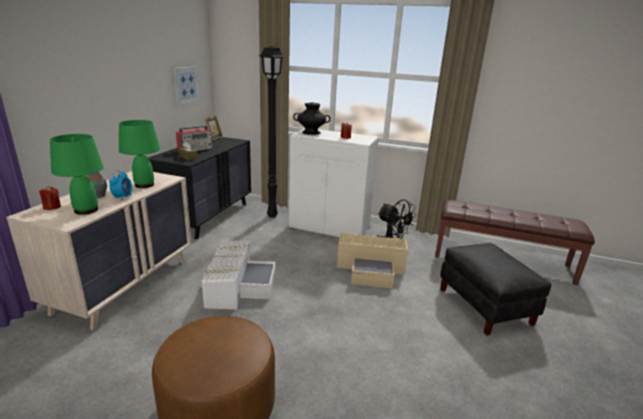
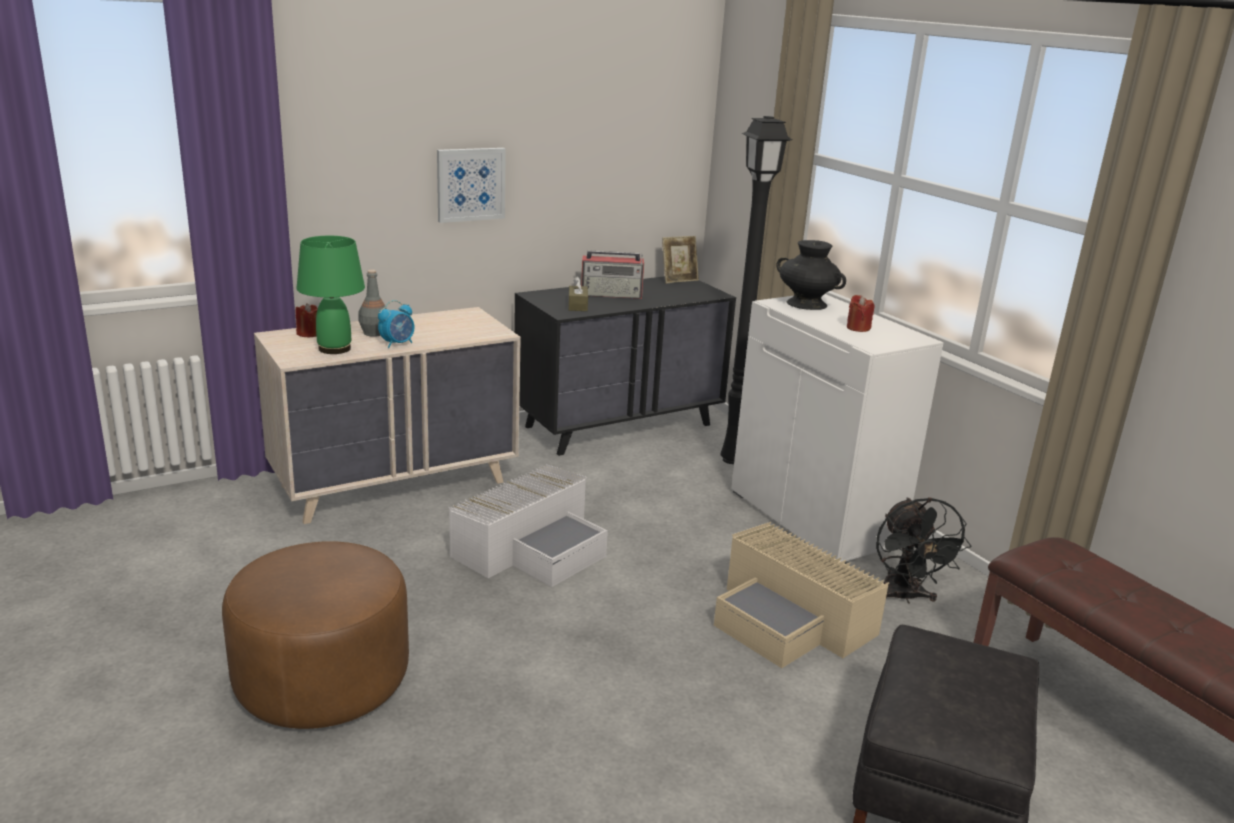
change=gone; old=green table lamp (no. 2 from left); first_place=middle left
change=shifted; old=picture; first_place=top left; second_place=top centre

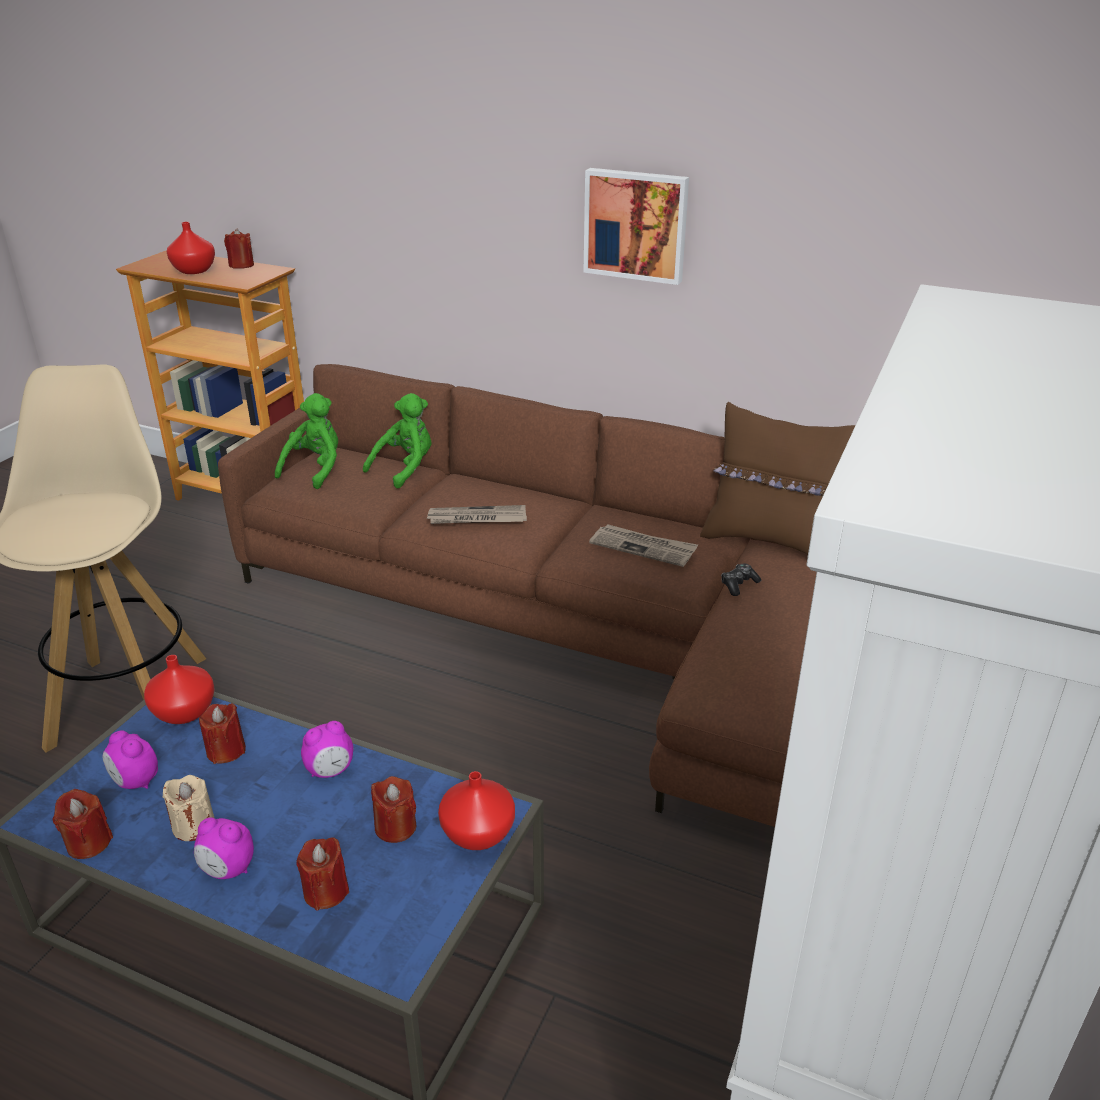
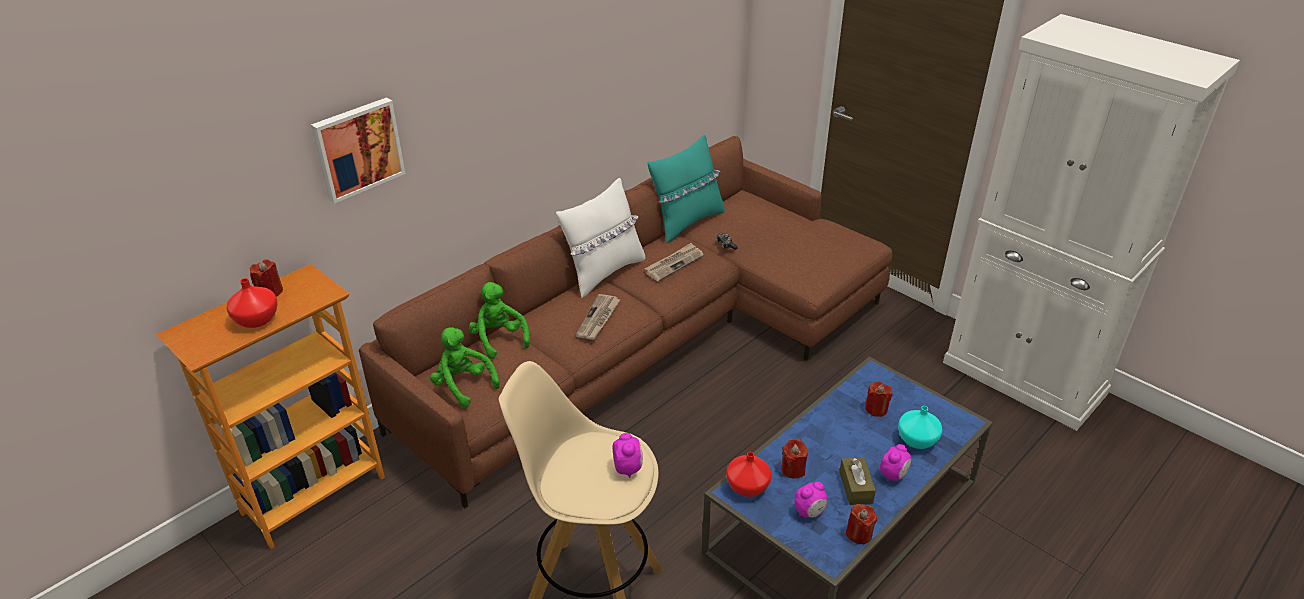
change=gone; old=red vase (no. 3 from left); first_place=bottom centre
change=new; new=white pillow; second_place=centre
change=shifted; old=alarm clock (no. 3 from left in the first image); new=alarm clock (no. 1 from left); first_place=bottom left; second_place=bottom centre
change=shifted; old=picture; first_place=top centre; second_place=top left
change=swapped; old=beige candle; new=brown tissue box; first_place=bottom left; second_place=bottom centre
change=swapped; old=red candle (no. 4 from left); new=turquoise vase; first_place=bottom left; second_place=bottom right
change=repainted; old=brown pillow; new=turquoise pillow; first_place=middle right; second_place=top centre

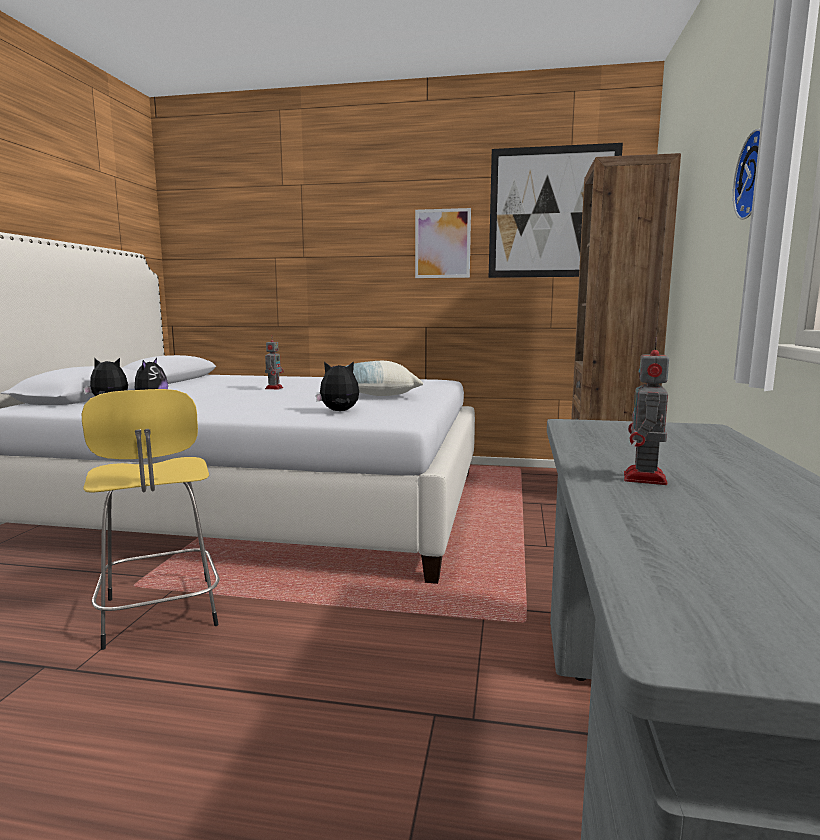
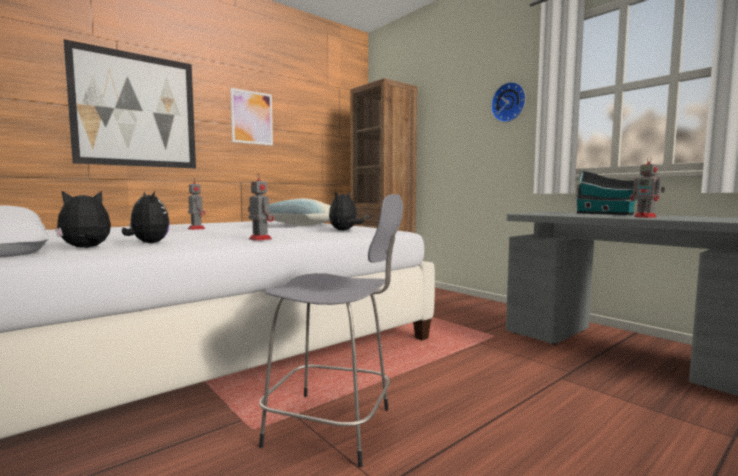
change=new; new=toy robot (no. 2 from left); second_place=centre
change=new; new=toy house; second_place=middle right
change=shifted; old=picture (no. 2 from left in the first image); new=picture (no. 1 from left); first_place=top right; second_place=top left
change=repainted; old=yellow stool; new=grey stool; first_place=middle left; second_place=bottom centre

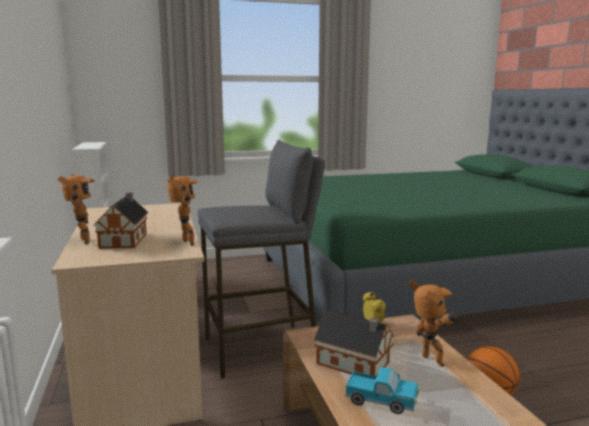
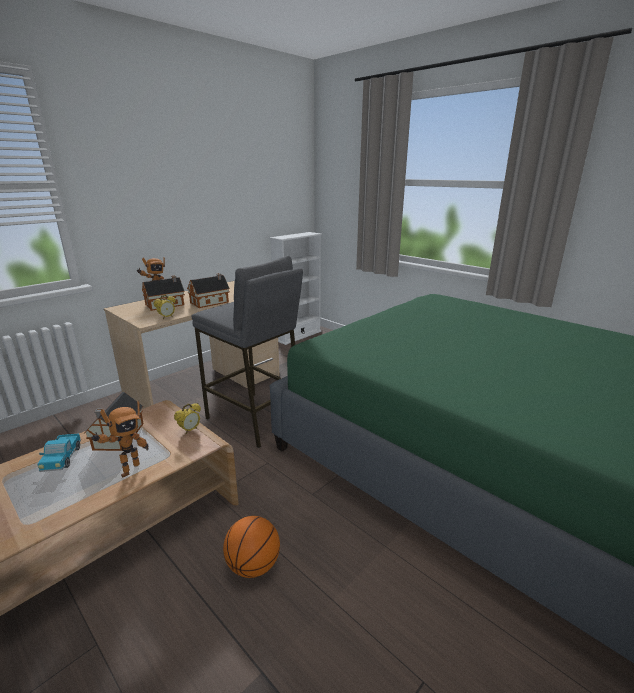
change=new; new=toy house (no. 3 from left); second_place=middle left
change=swapped; old=toy robot (no. 2 from left); new=alarm clock (no. 1 from left); first_place=middle left; second_place=middle left

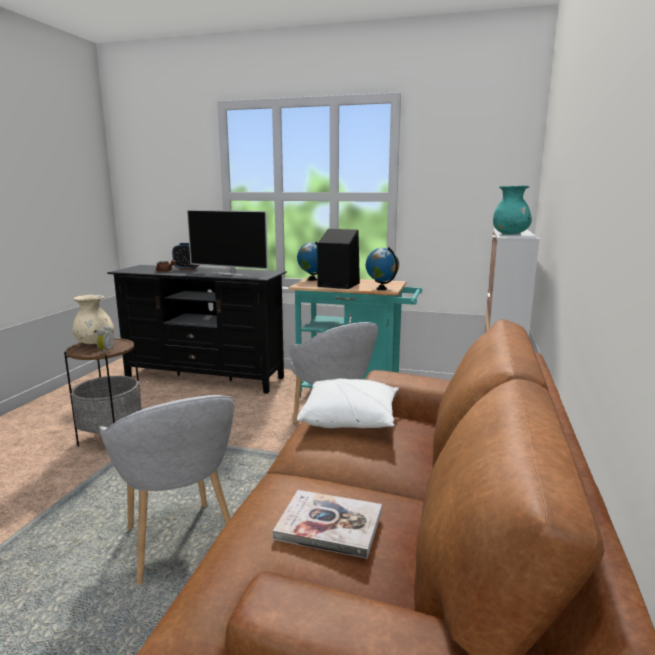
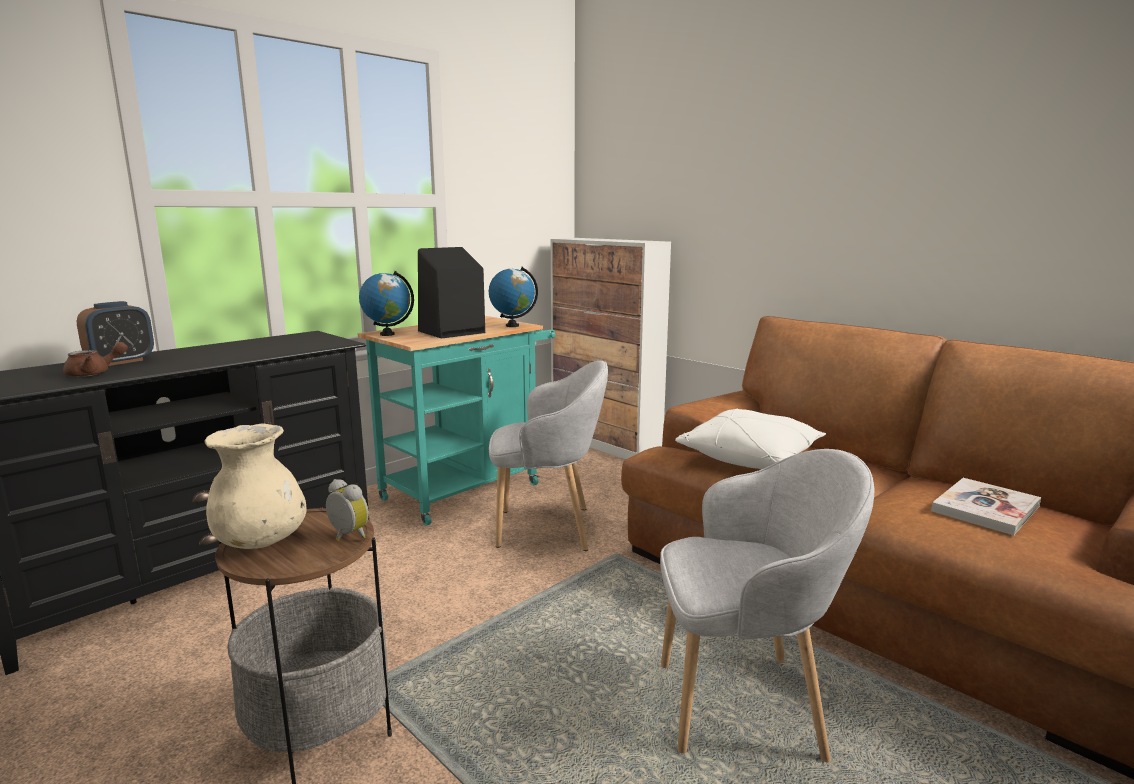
change=gone; old=television; first_place=centre
change=gone; old=turquoise vase; first_place=top right

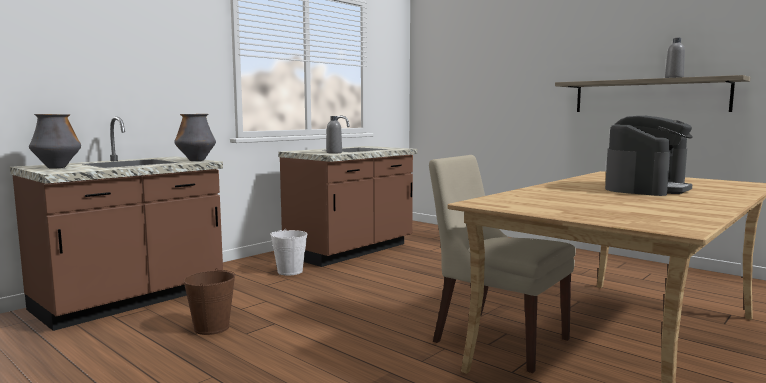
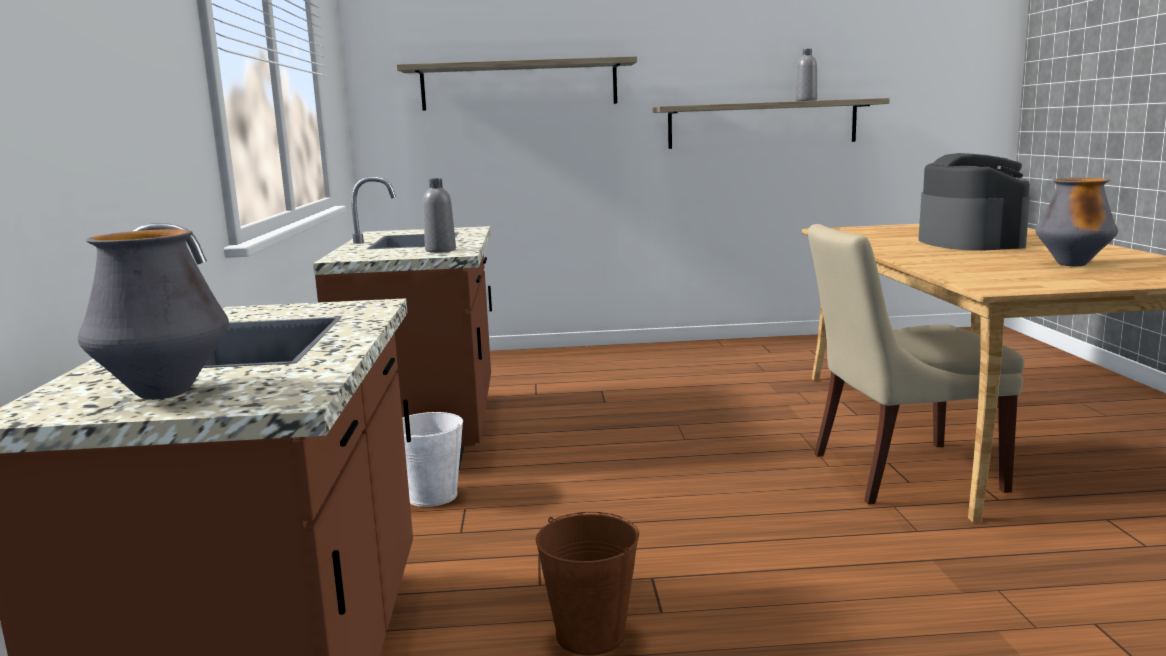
change=new; new=shelf (no. 1 from left); second_place=top centre
change=shifted; old=vase (no. 2 from left); first_place=middle left; second_place=middle right

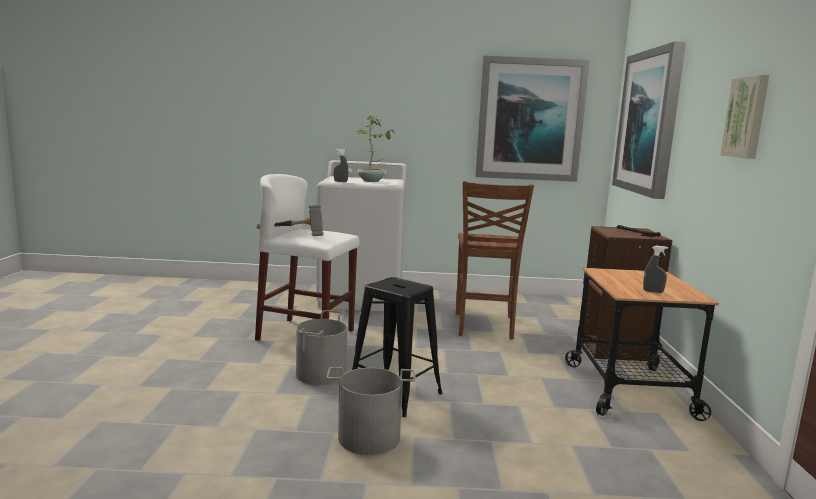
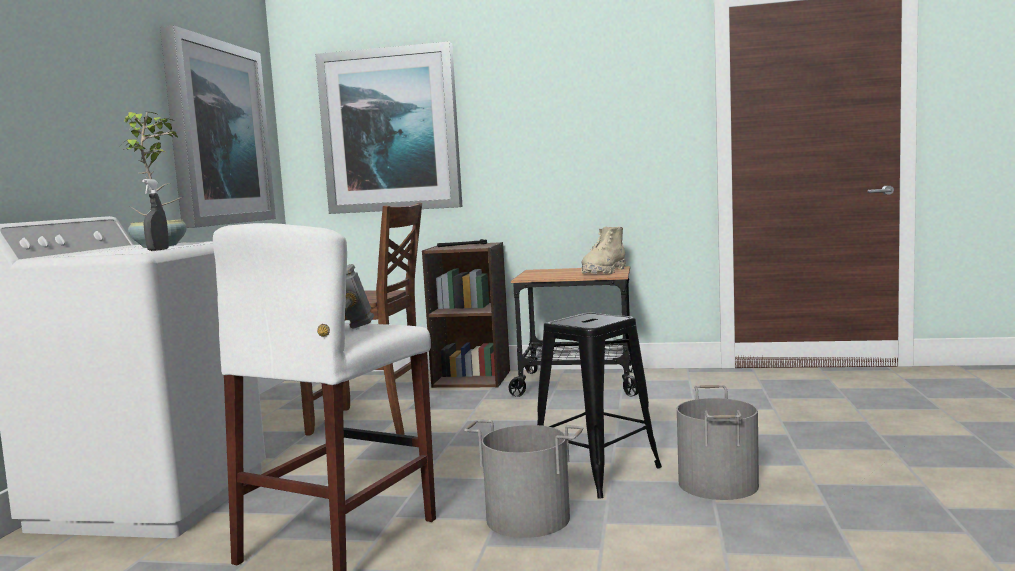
change=gone; old=picture (no. 3 from left); first_place=top right
change=swapped; old=grey spray bottle (no. 2 from left); new=beige boot; first_place=middle right; second_place=centre

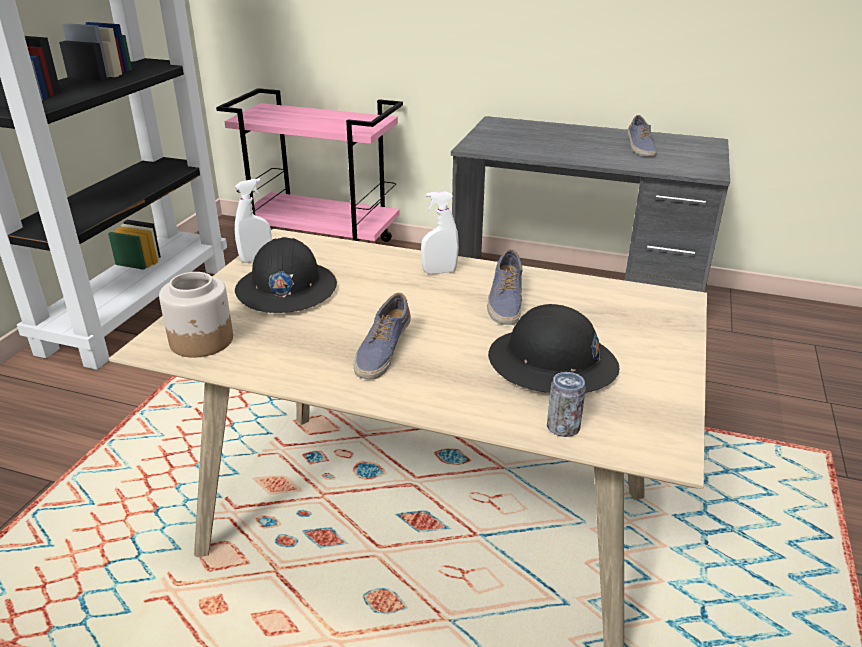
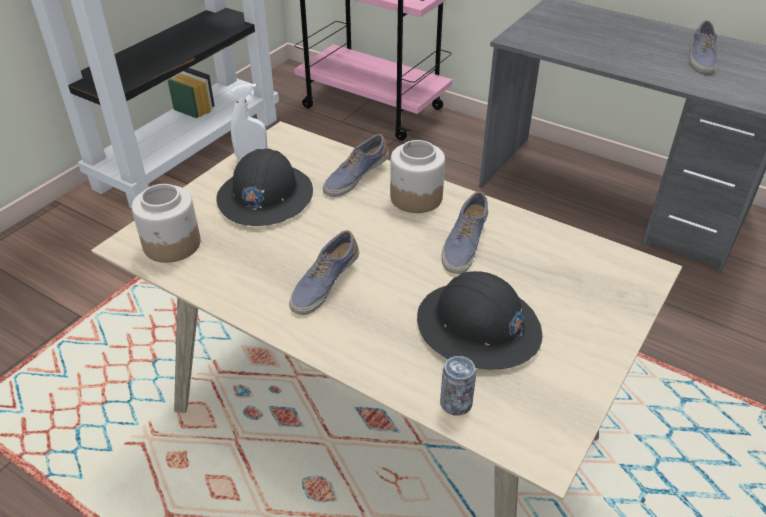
change=new; new=shoe (no. 2 from left); second_place=top centre
change=swapped; old=white spray bottle (no. 2 from left); new=jar (no. 2 from left); first_place=centre; second_place=centre

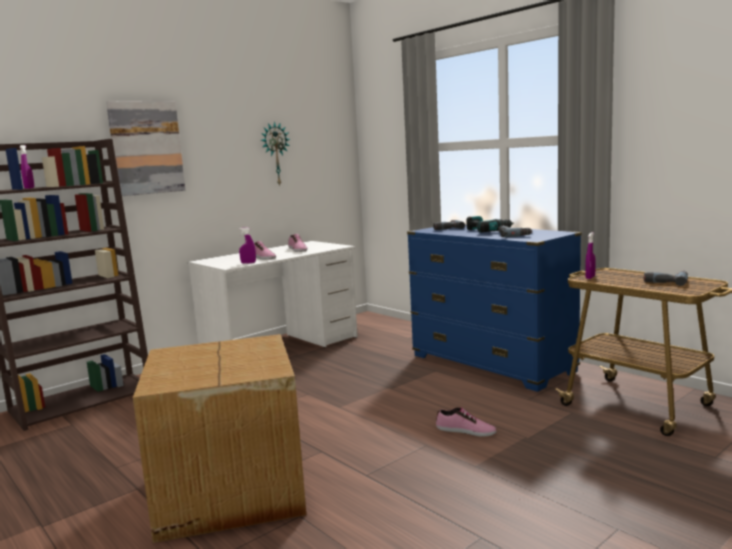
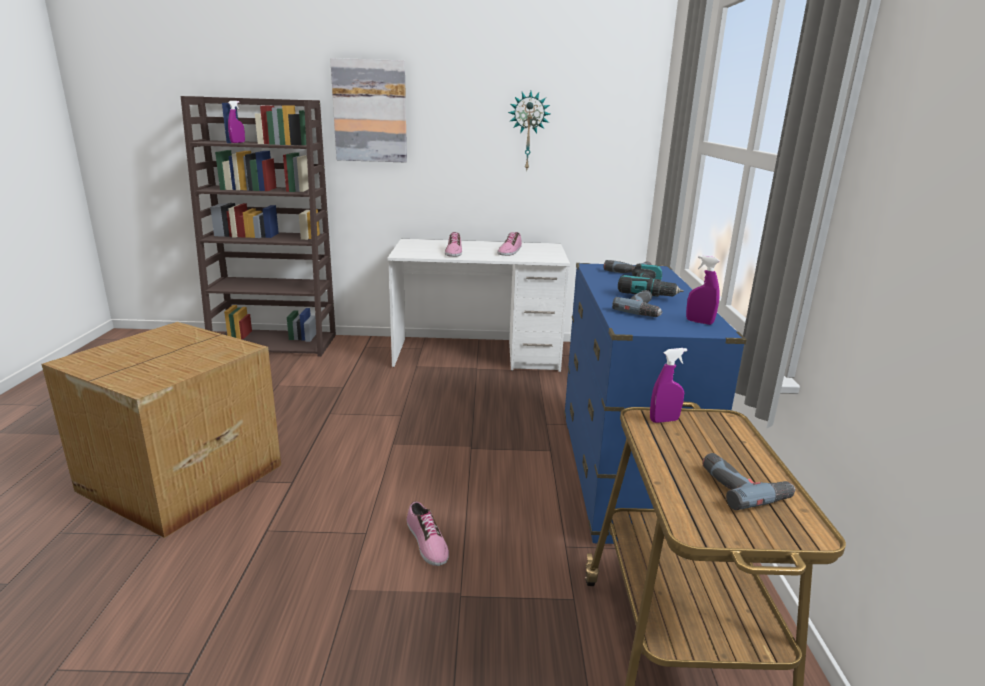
change=shifted; old=purple spray bottle (no. 2 from left in the first image); new=purple spray bottle (no. 3 from left); first_place=centre; second_place=middle right

